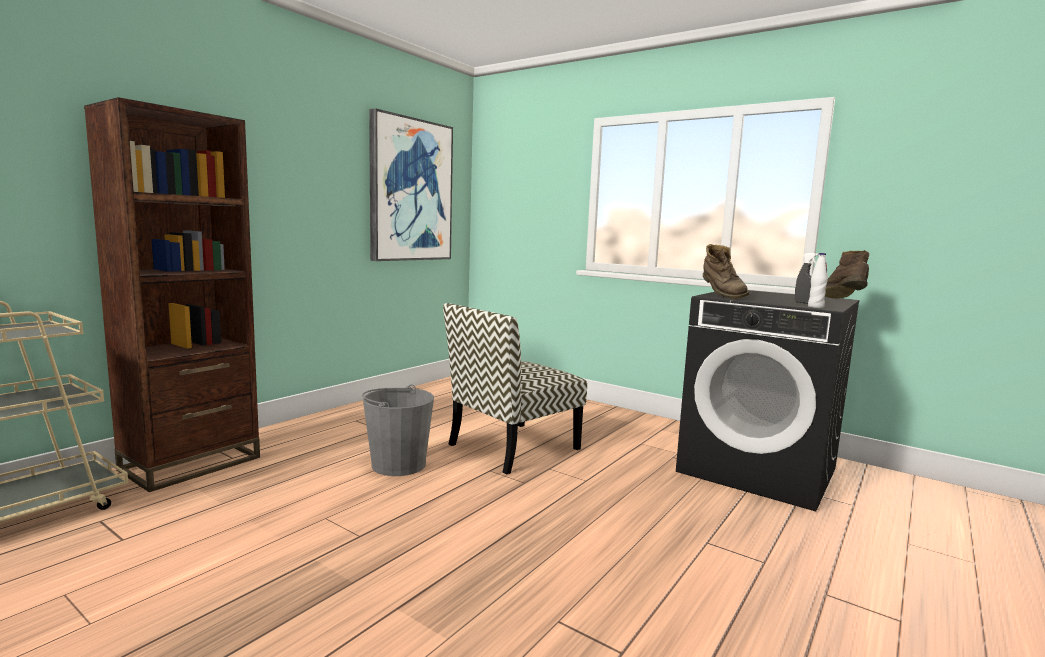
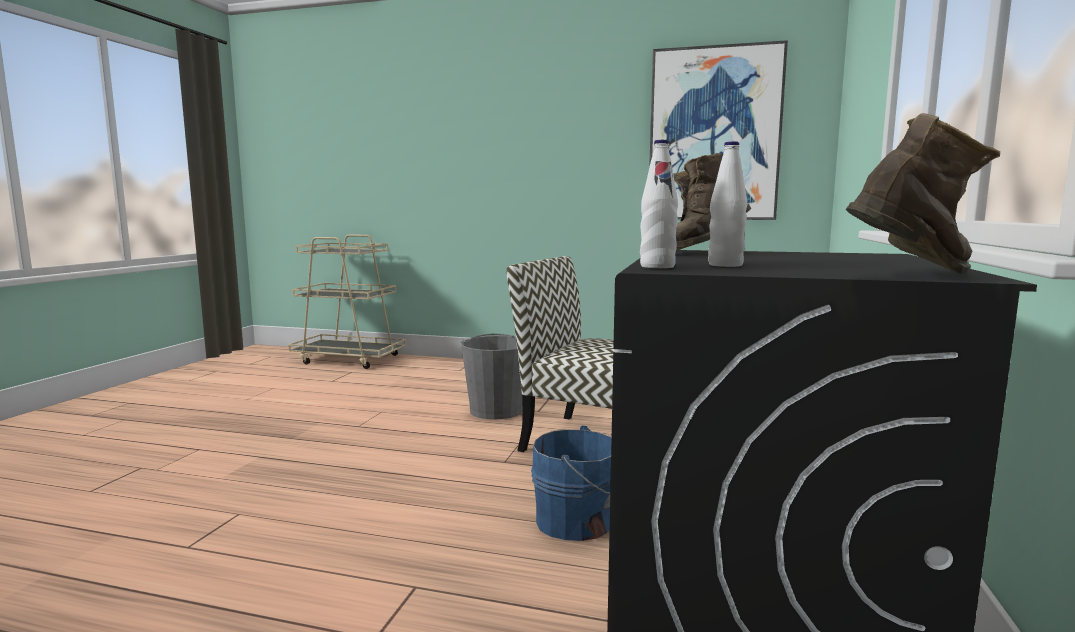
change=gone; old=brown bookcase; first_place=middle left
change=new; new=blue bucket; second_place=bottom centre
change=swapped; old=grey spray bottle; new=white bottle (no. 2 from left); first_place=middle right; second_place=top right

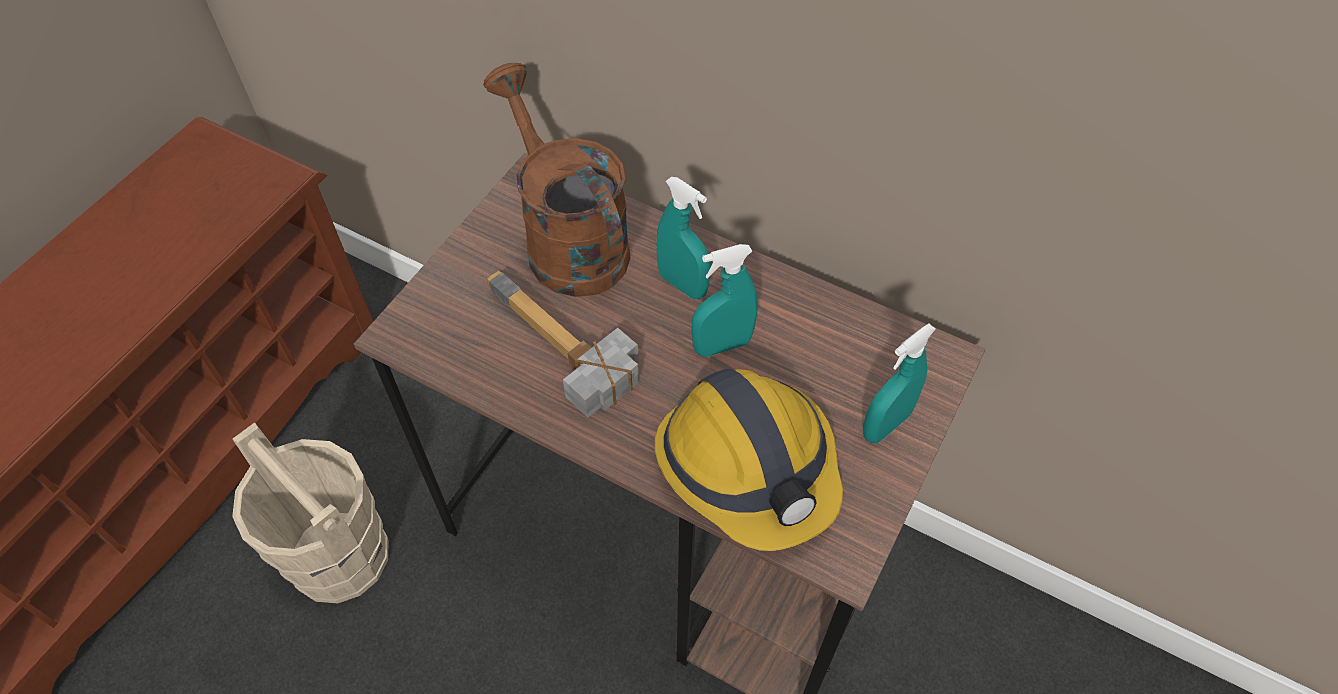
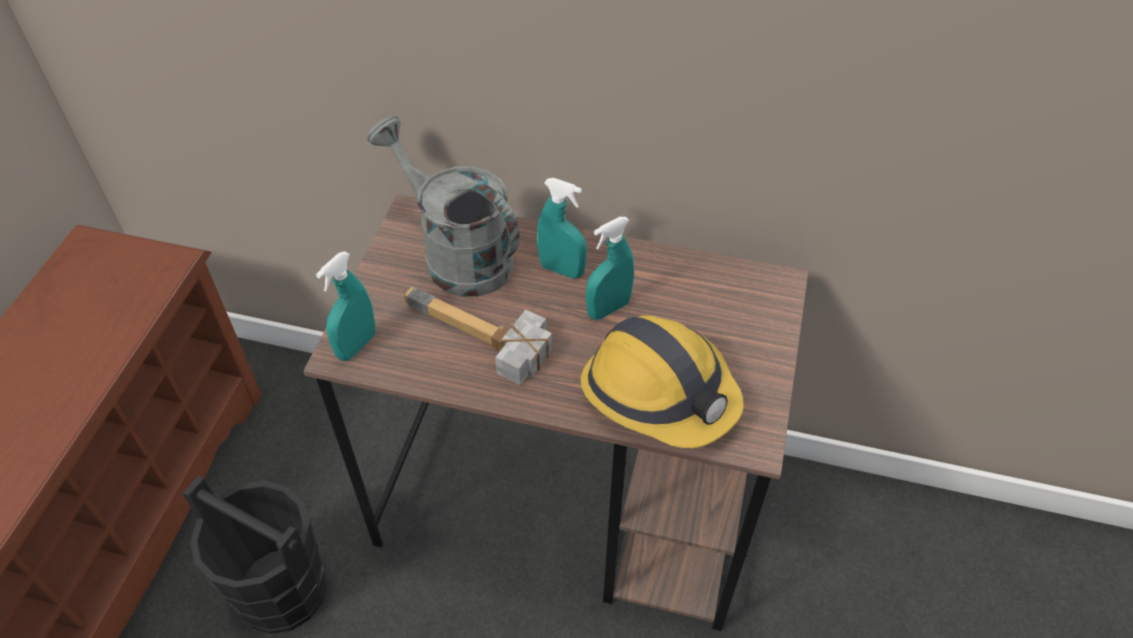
change=shifted; old=turquoise spray bottle (no. 3 from left in the first image); new=turquoise spray bottle (no. 1 from left); first_place=middle right; second_place=middle left
change=repainted; old=beige bucket; new=black bucket; first_place=bottom left; second_place=bottom left
change=repainted; old=brown watering can; new=grey watering can; first_place=top centre; second_place=top centre

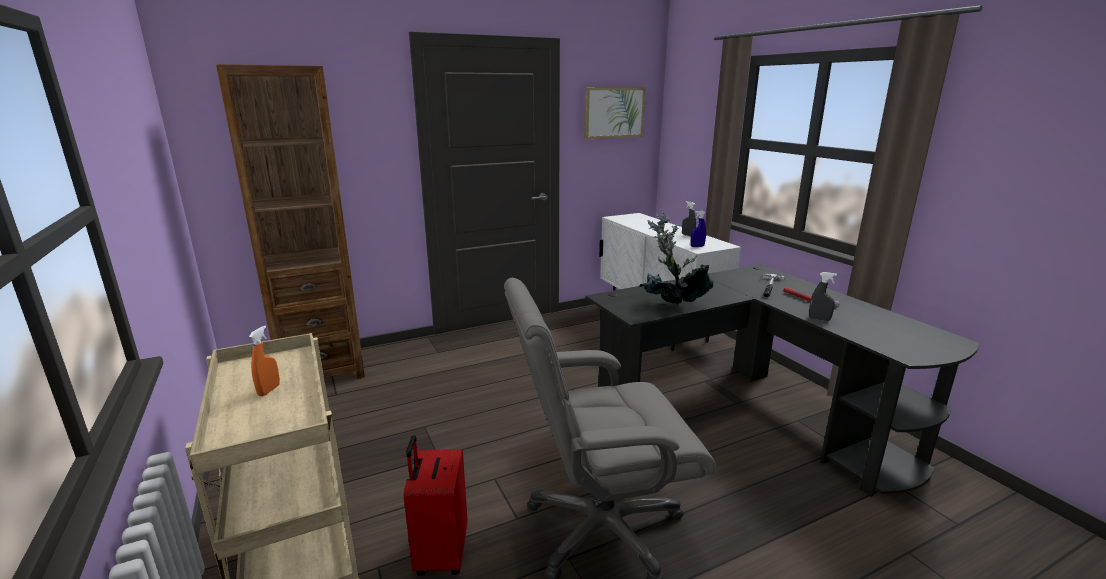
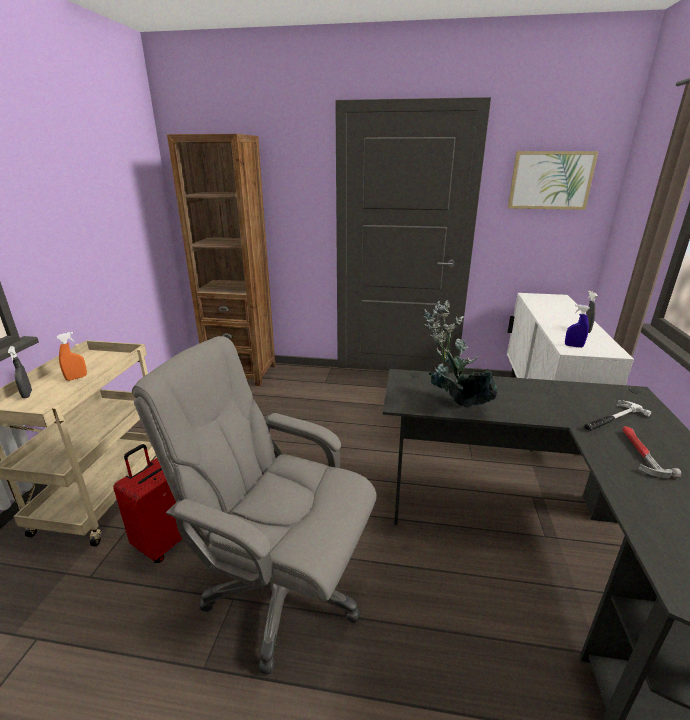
change=shifted; old=grey spray bottle (no. 2 from left in the first image); new=grey spray bottle (no. 1 from left); first_place=middle right; second_place=middle left

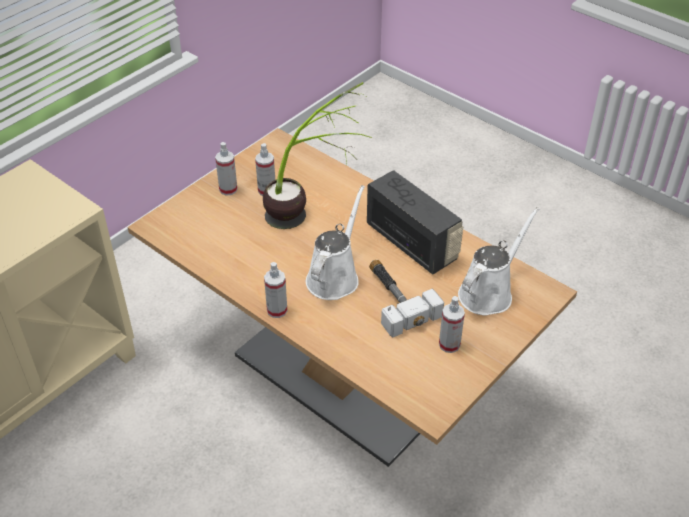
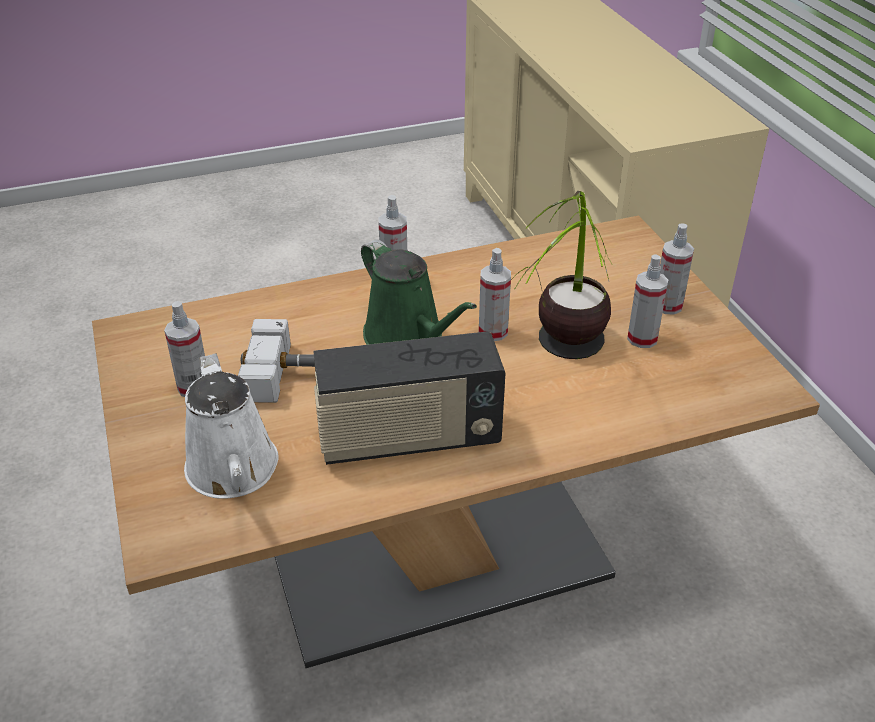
change=new; new=spray bottle (no. 3 from left); second_place=centre
change=repainted; old=white watering can (no. 1 from left); new=green watering can; first_place=centre; second_place=centre

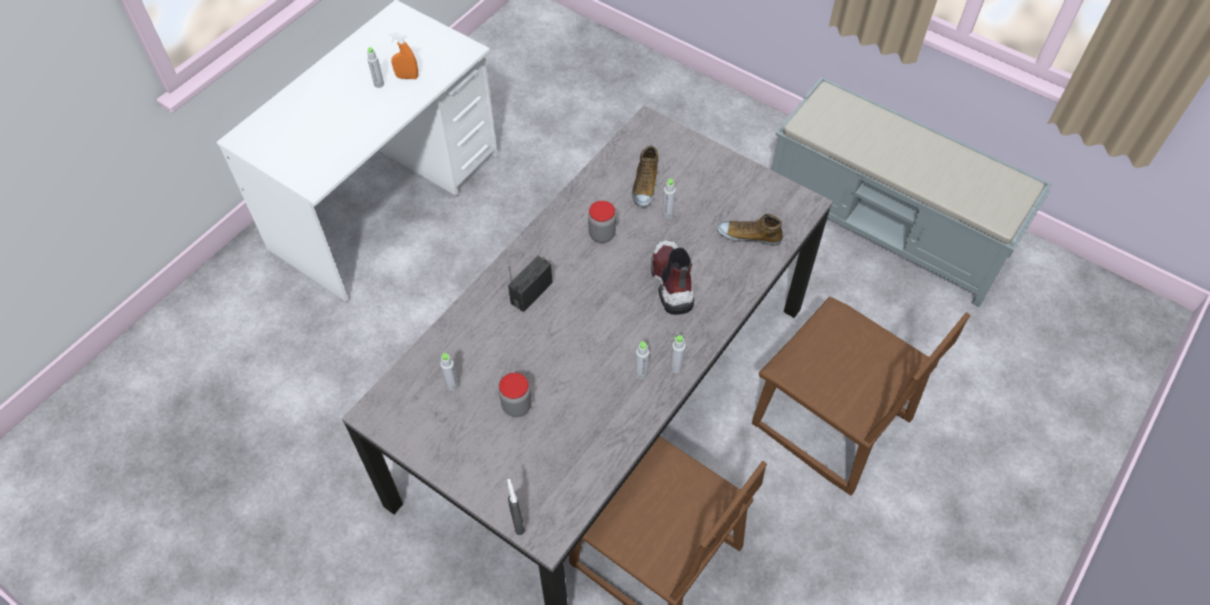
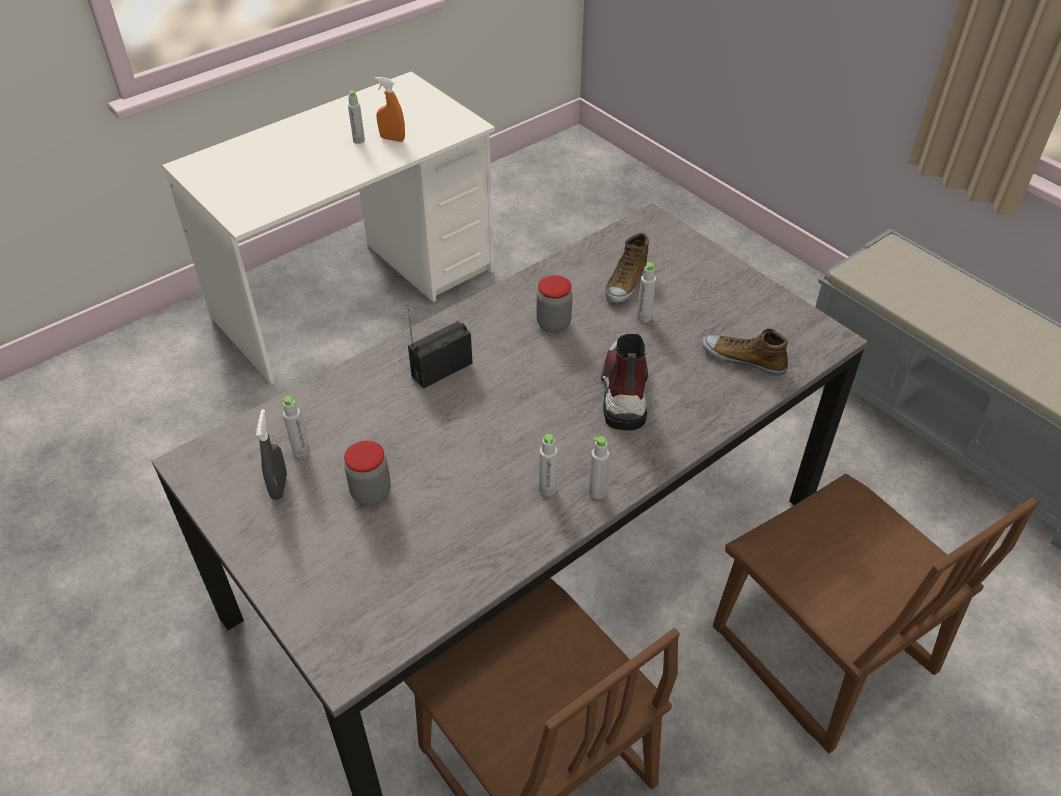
change=shifted; old=grey spray bottle; first_place=bottom centre; second_place=middle left

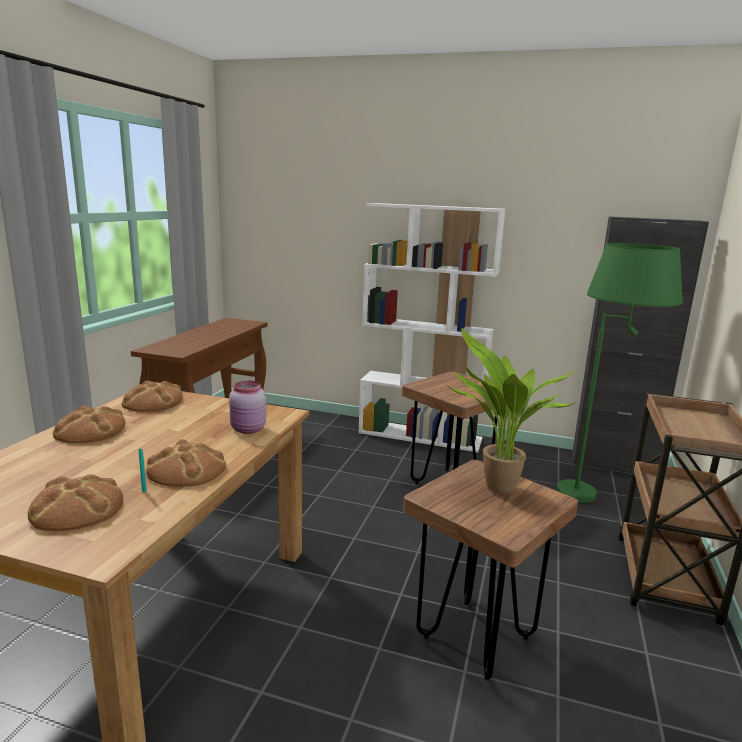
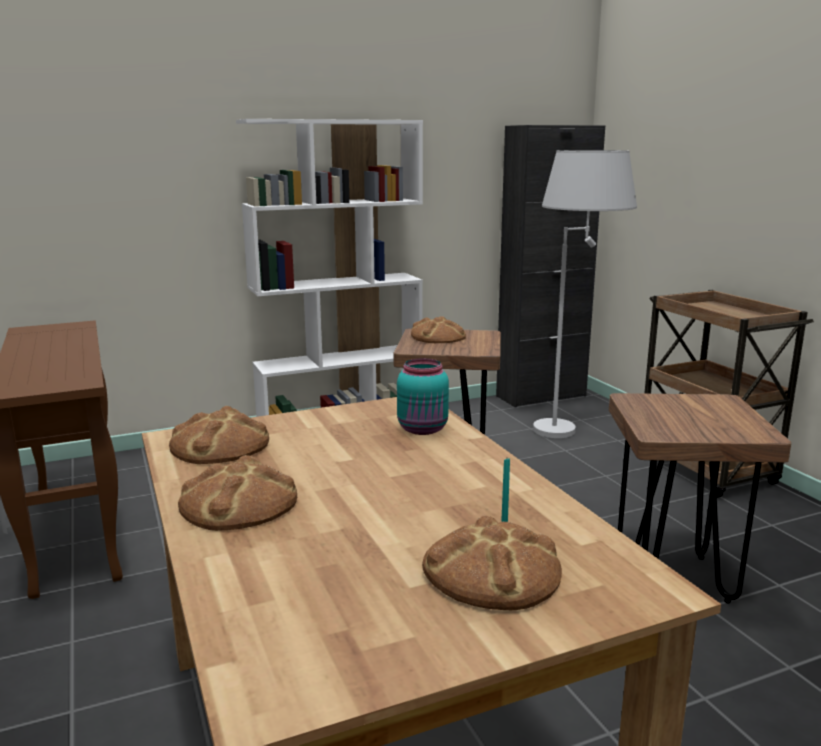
change=gone; old=potted plant; first_place=middle right
change=shifted; old=bread (no. 4 from left in the first image); new=bread (no. 3 from left); first_place=middle left; second_place=centre
change=repainted; old=pink jar; new=turquoise jar; first_place=middle left; second_place=centre
change=repainted; old=green floor lamp; new=white floor lamp; first_place=middle right; second_place=middle right

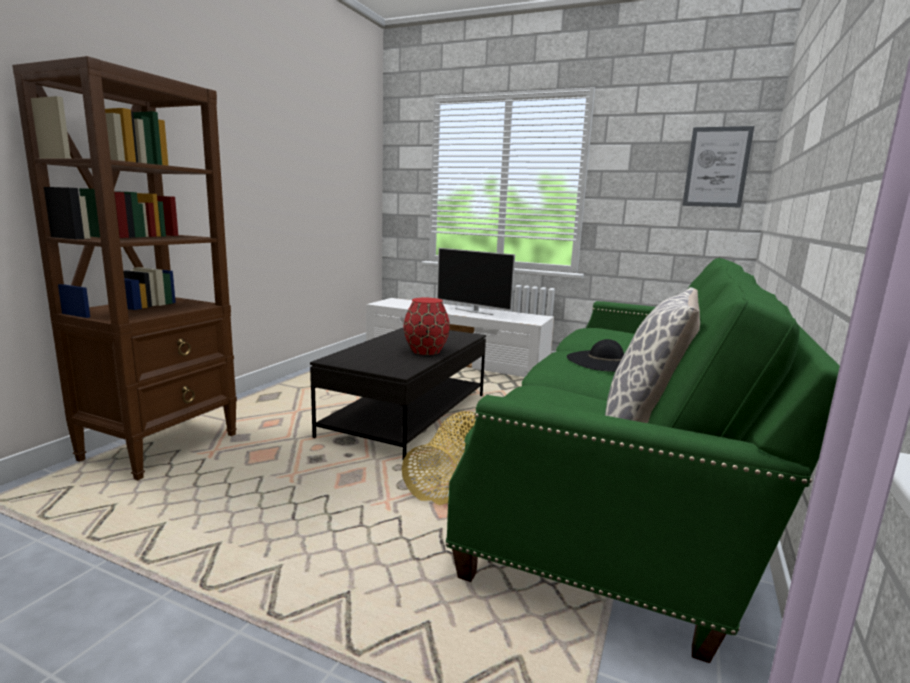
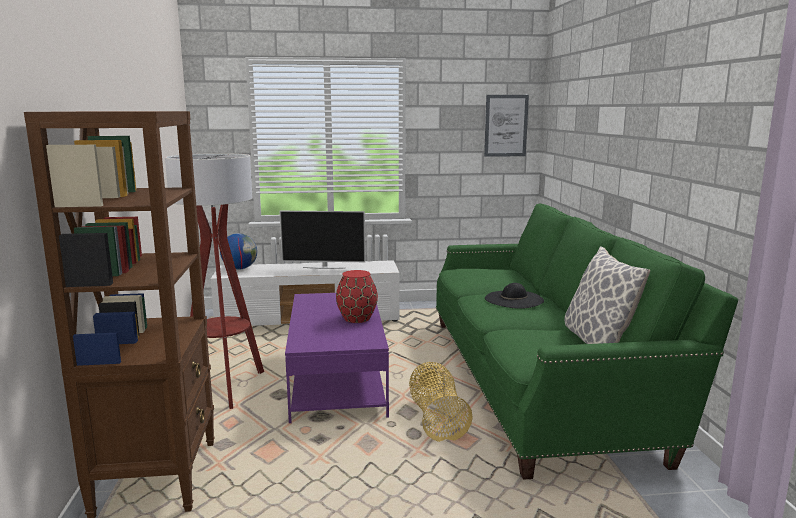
change=new; new=floor lamp; second_place=middle left
change=new; new=globe; second_place=middle left
change=repainted; old=black coffee table; new=purple coffee table; first_place=centre; second_place=bottom centre

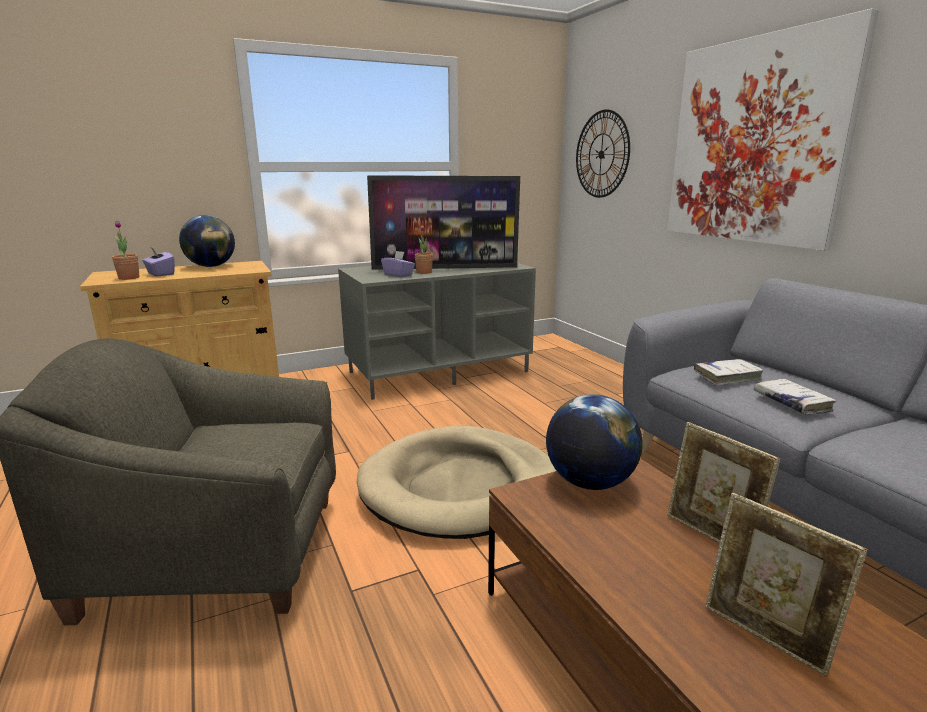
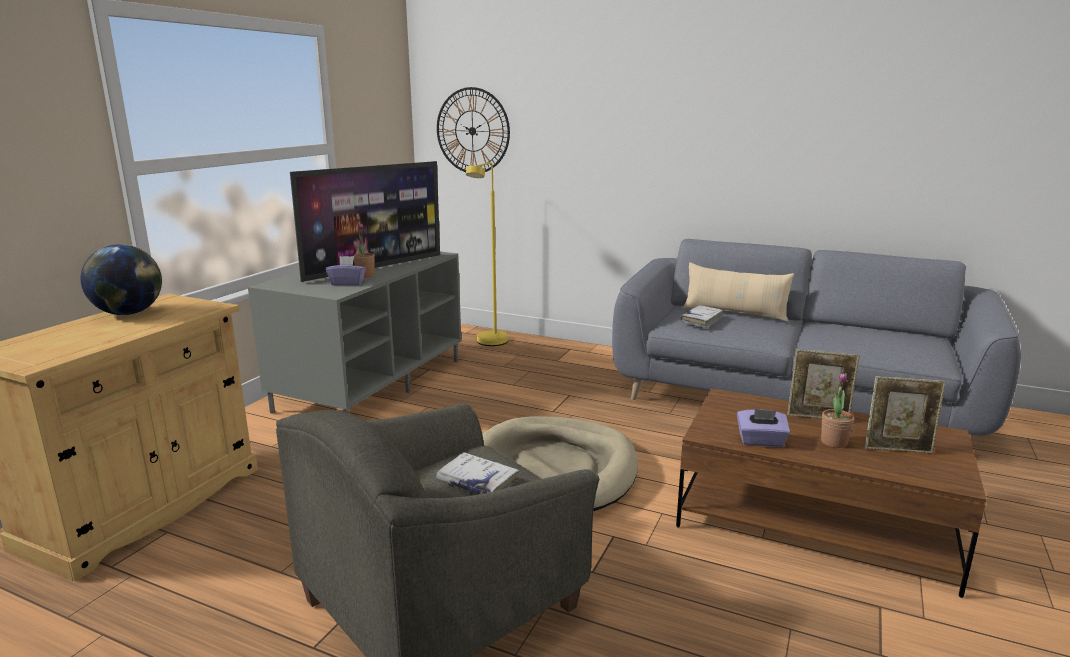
change=gone; old=globe (no. 2 from left); first_place=centre
change=gone; old=picture; first_place=top right
change=new; new=yellow floor lamp; second_place=centre
change=new; new=beige pillow; second_place=middle right
change=shifted; old=potted plant (no. 1 from left in the first image); new=potted plant (no. 2 from left); first_place=middle left; second_place=middle right
change=shifted; old=purple tissue box (no. 1 from left in the first image); new=purple tissue box (no. 2 from left); first_place=middle left; second_place=middle right
change=shifted; old=white book (no. 2 from left in the first image); new=white book (no. 1 from left); first_place=middle right; second_place=bottom centre

